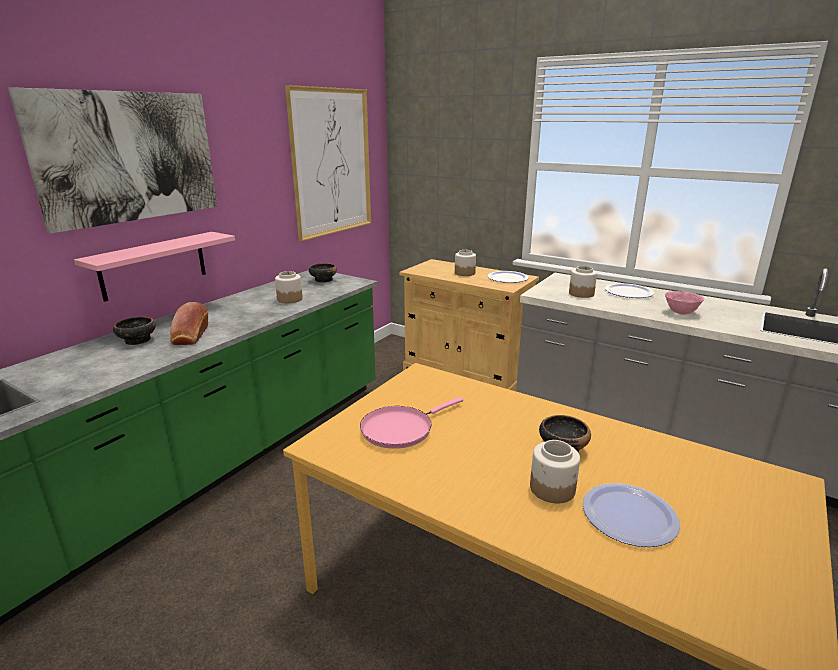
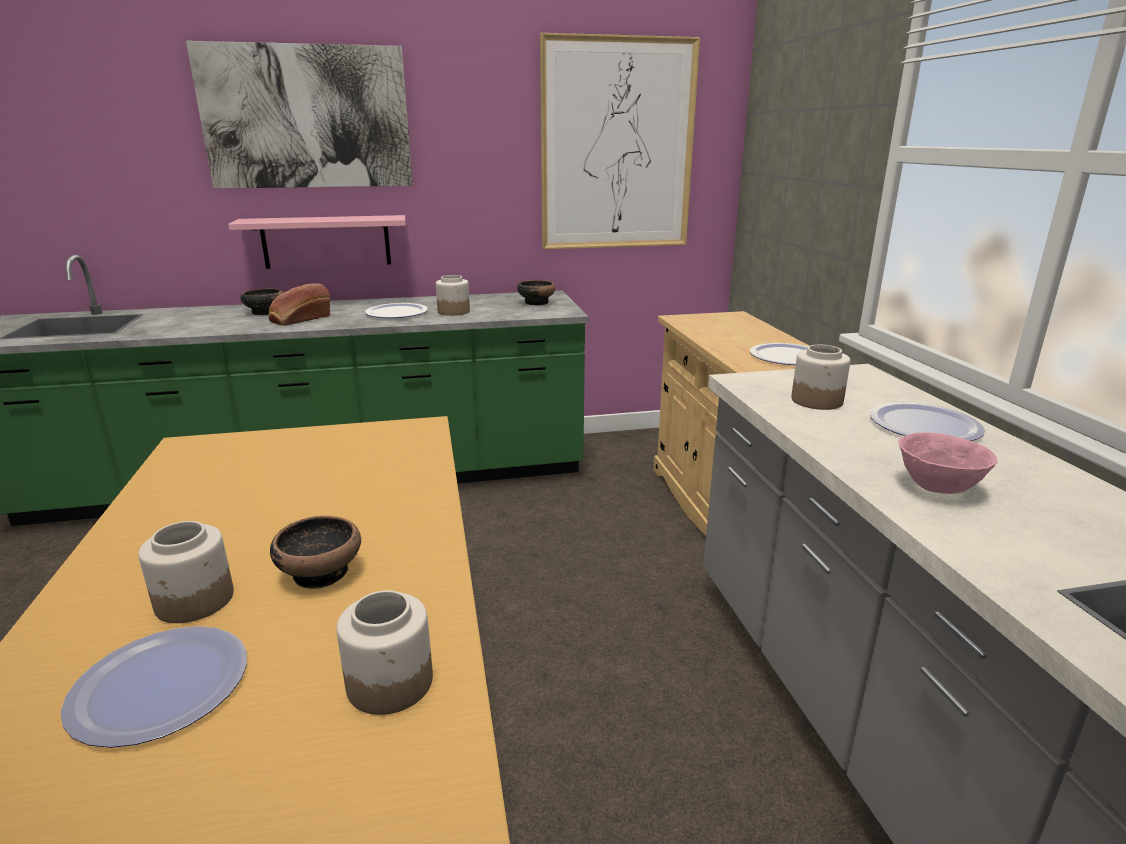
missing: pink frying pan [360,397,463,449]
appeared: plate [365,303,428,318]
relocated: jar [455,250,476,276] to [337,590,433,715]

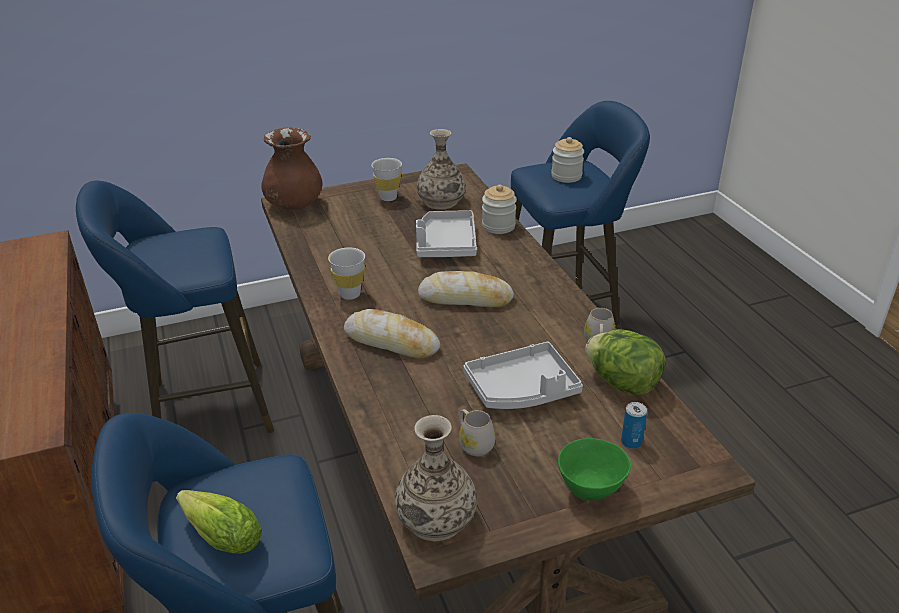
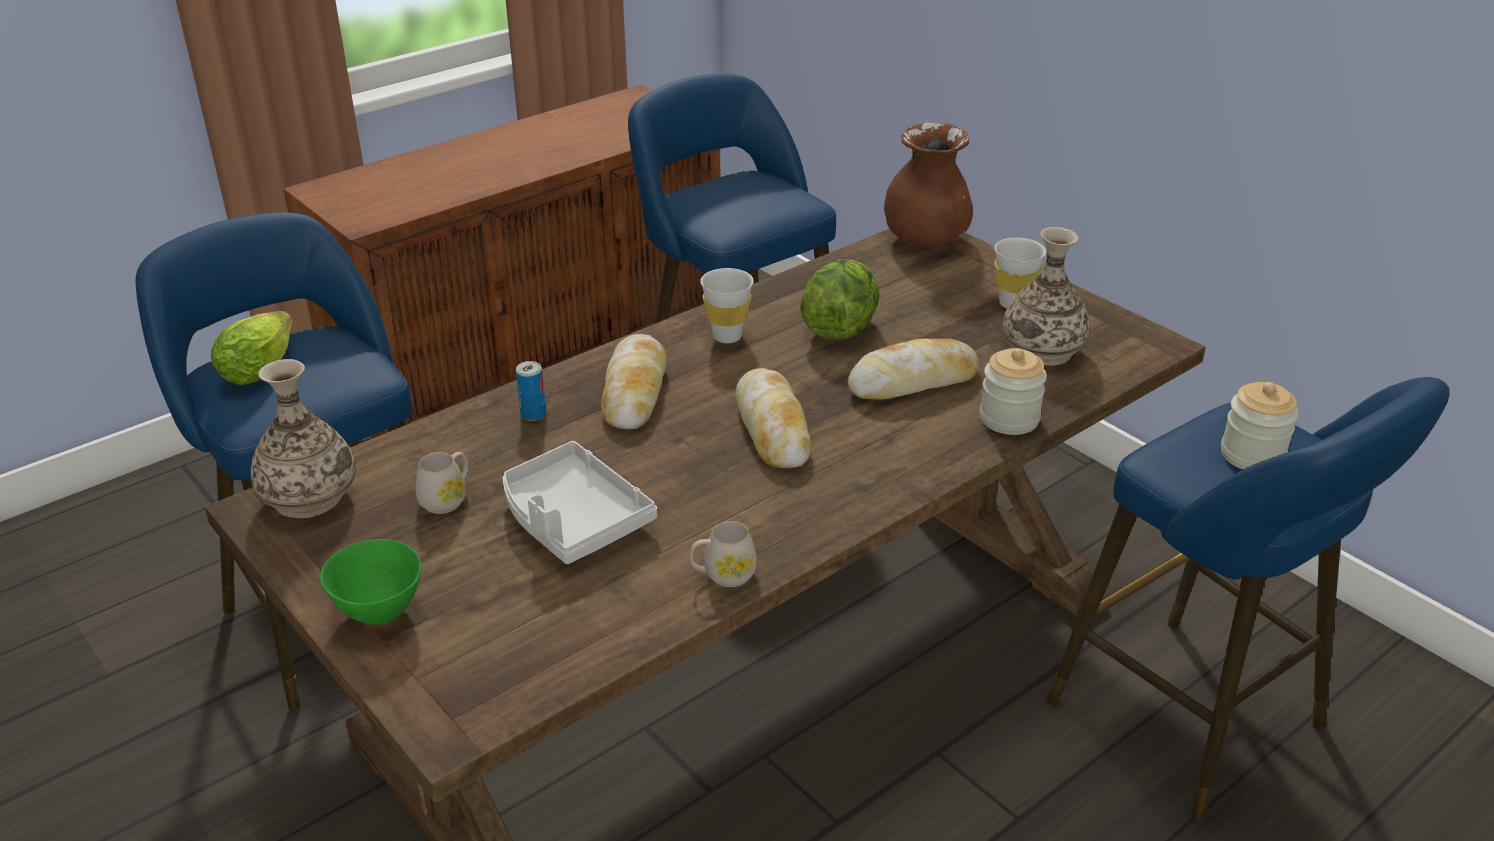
relocated: lettuce [585,329,665,395] to [800,259,880,340]; can [621,402,647,449] to [516,361,546,421]
exchanged: grey tray [416,210,477,257] to bread [848,339,978,400]

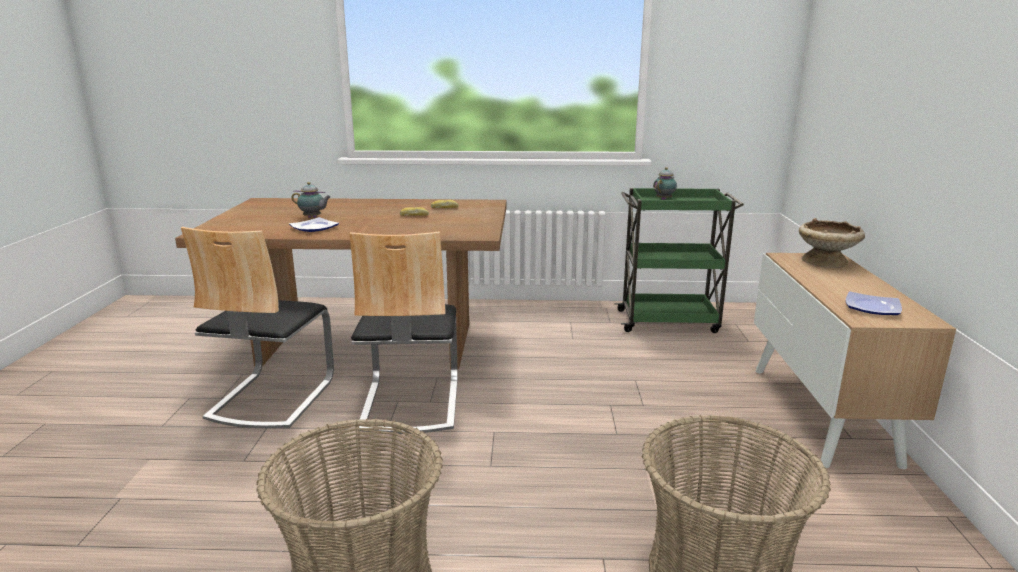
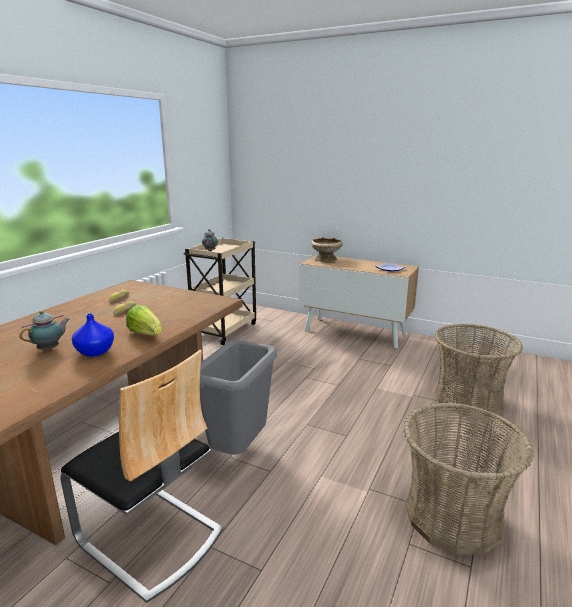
appeared: lettuce [126,305,162,336]
exchanged: plate [289,217,339,232] to blue vase [72,313,114,357]; chair [350,231,458,434] to grey trash can [200,340,277,455]
colour: green cart [614,188,744,333] to beige cart [184,238,256,345]

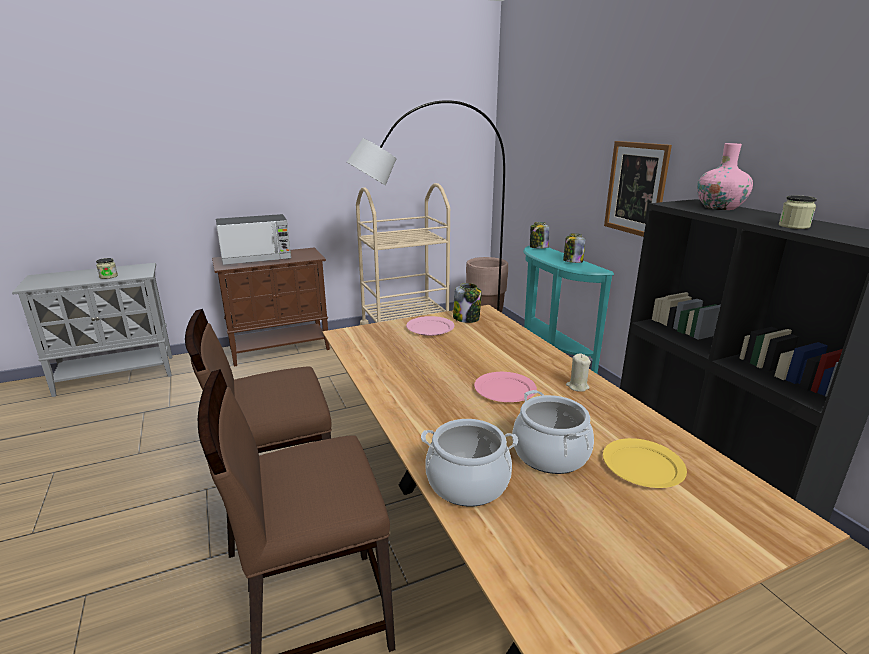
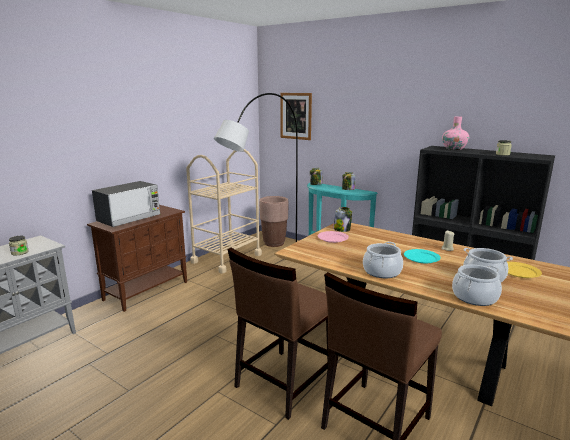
appeared: cooking pot [363,242,403,278]
relocated: picture [604,141,672,237] to [280,93,312,140]
colour: pink plate [474,372,537,402] to turquoise plate [404,249,441,263]

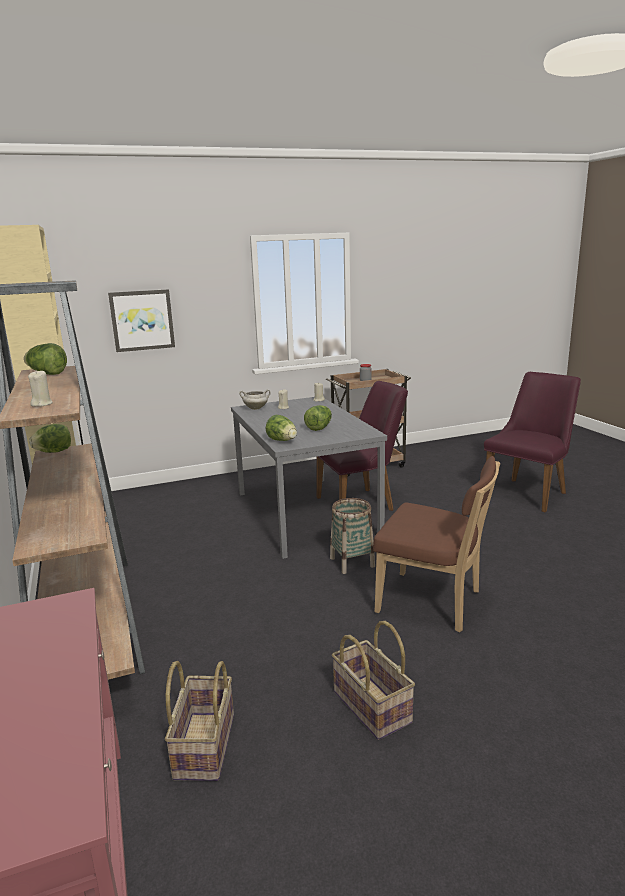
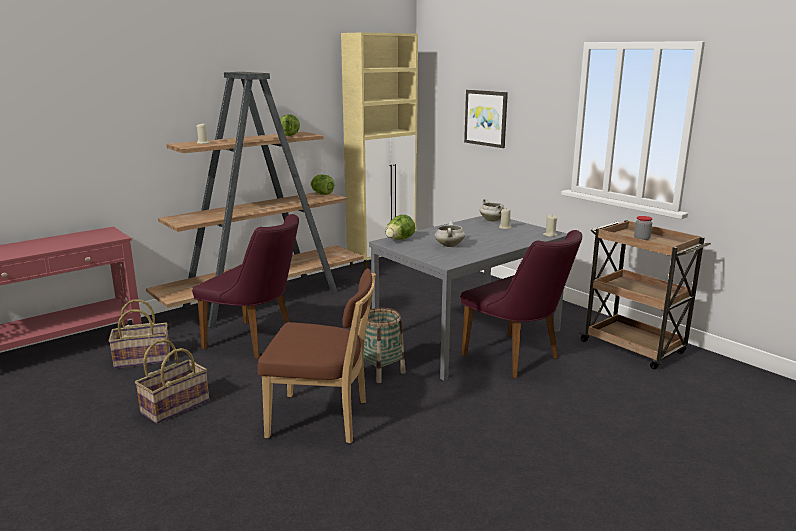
relocated: purple chair [484,372,581,512] to [192,214,299,359]
exchanged: lettuce [304,405,332,431] to white cooking pot [434,221,465,247]
spun: brown chair [373,456,500,632] = [258,268,376,443] 90 degrees counterclockwise

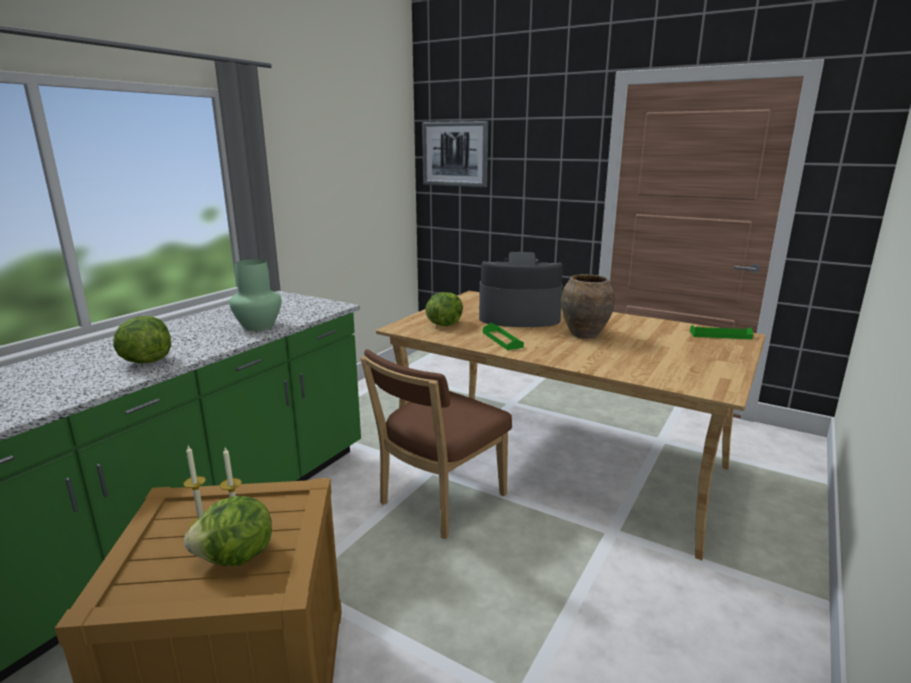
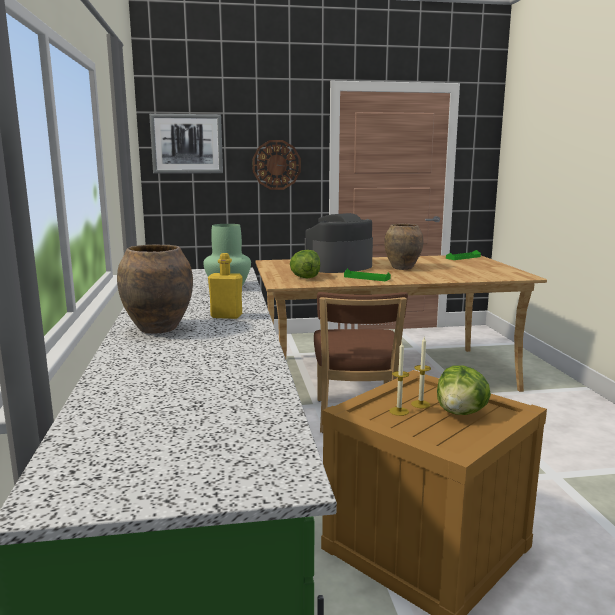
appeared: brown vase [117,244,193,334]; wall clock [252,140,301,190]
exchanged: lettuce [113,316,171,364] to yellow bottle [208,253,243,319]

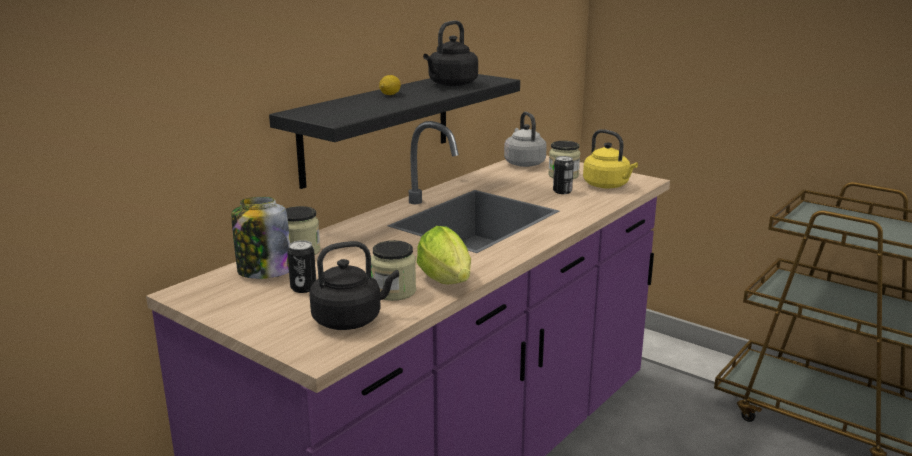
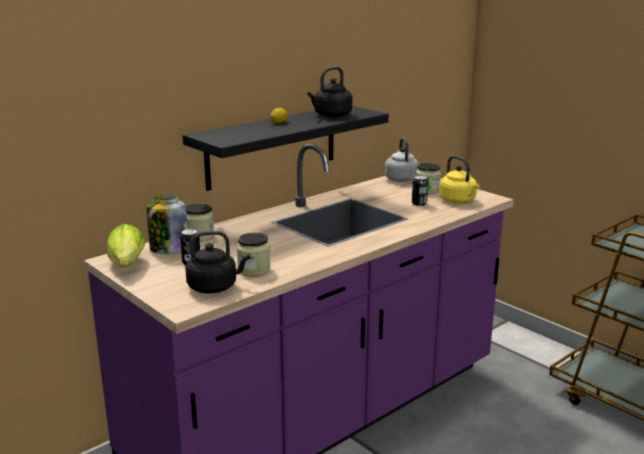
relocated: lettuce [417,226,471,284] to [107,224,145,267]

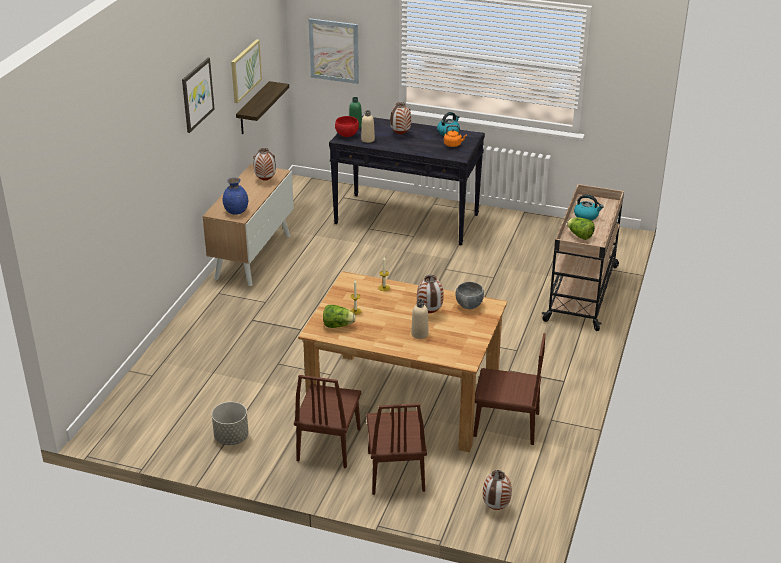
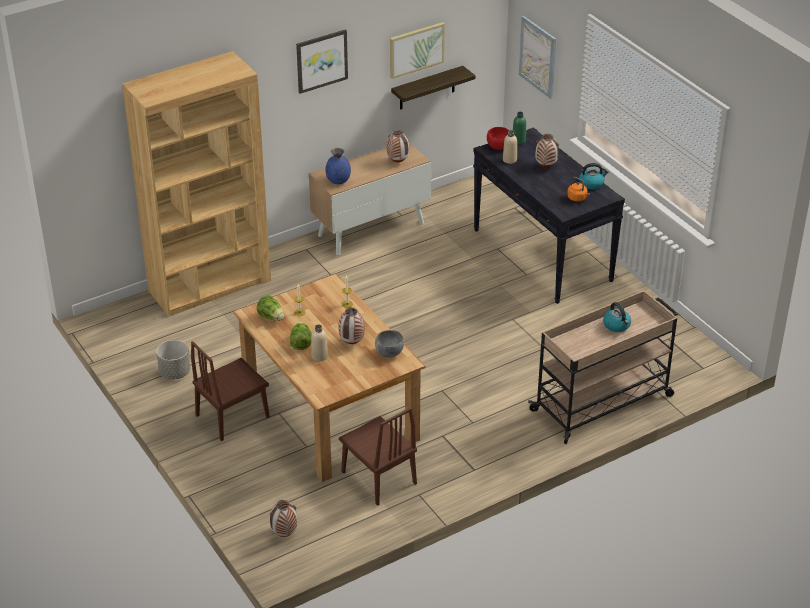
missing: brown chair [366,403,427,495]
appeared: brown bookcase [122,51,271,316]
relocated: lettuce [567,217,595,240] to [290,322,312,350]

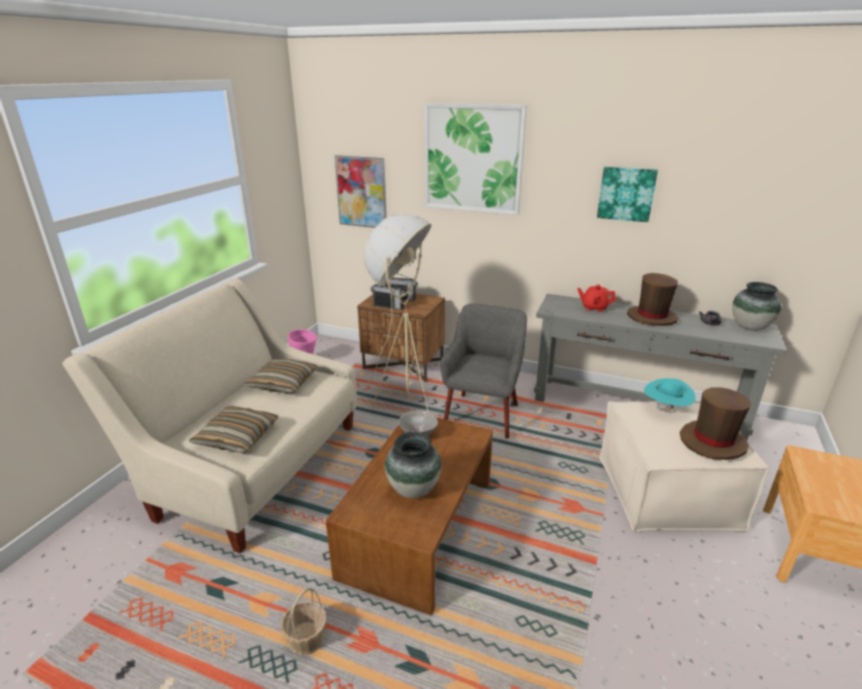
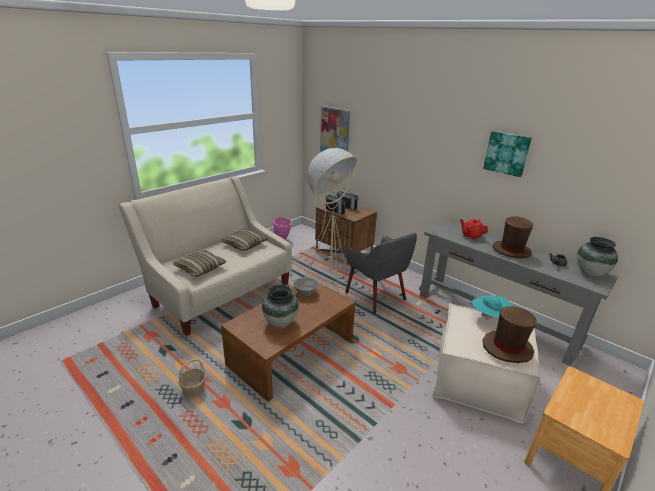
missing: picture [424,103,527,215]
spun: grey armchair [440,304,527,439] = [345,233,417,313] 105 degrees clockwise

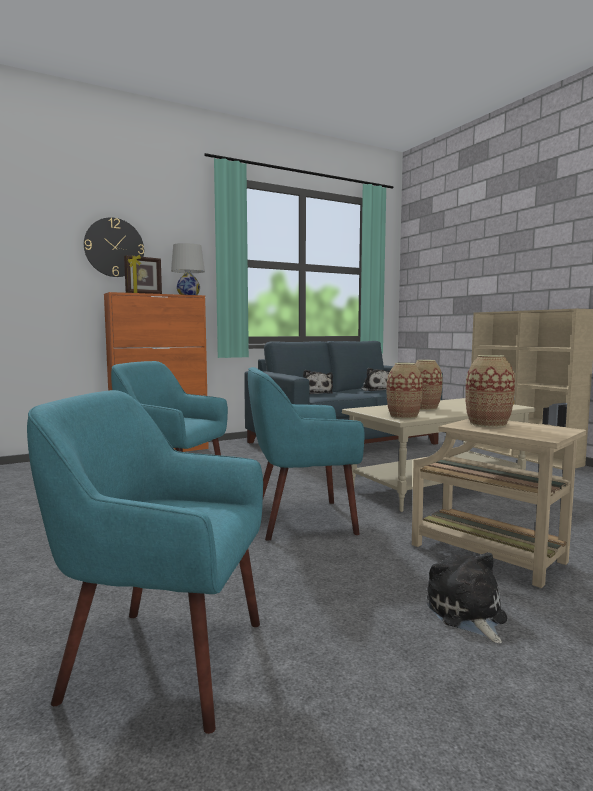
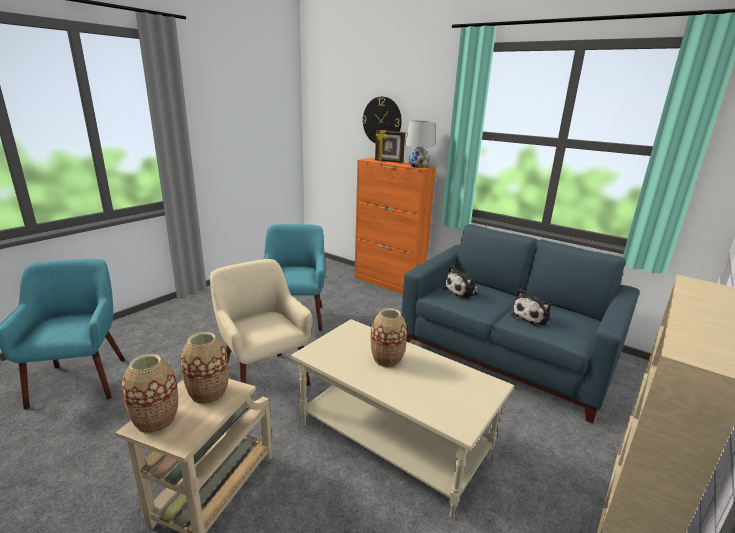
missing: plush toy [427,552,507,644]
relocated: vase [387,363,423,419] to [122,354,178,434]
colour: turquoise armchair [248,367,365,541] to beige armchair [210,259,312,386]

